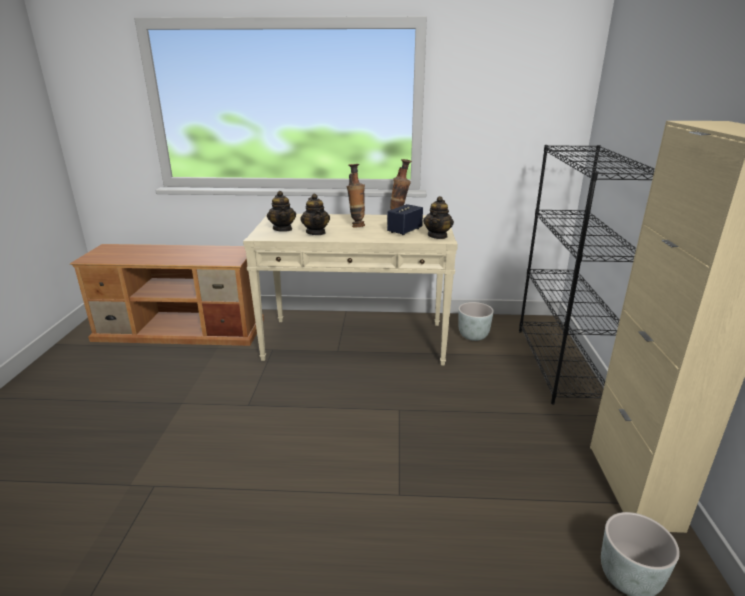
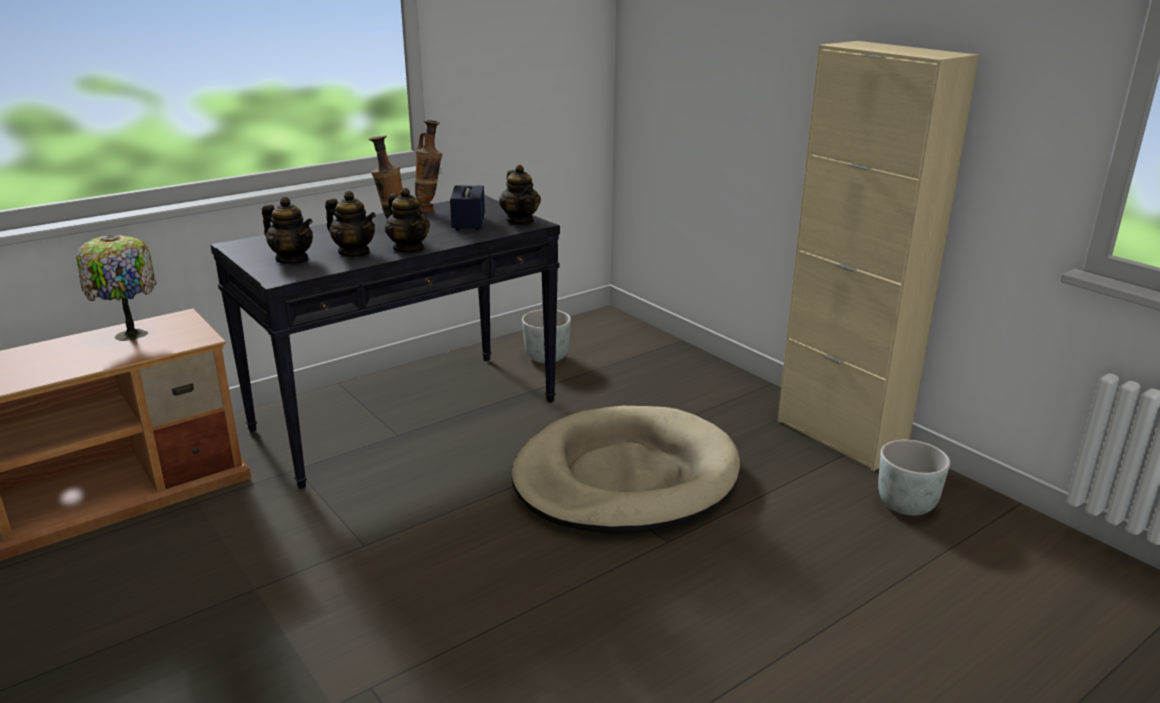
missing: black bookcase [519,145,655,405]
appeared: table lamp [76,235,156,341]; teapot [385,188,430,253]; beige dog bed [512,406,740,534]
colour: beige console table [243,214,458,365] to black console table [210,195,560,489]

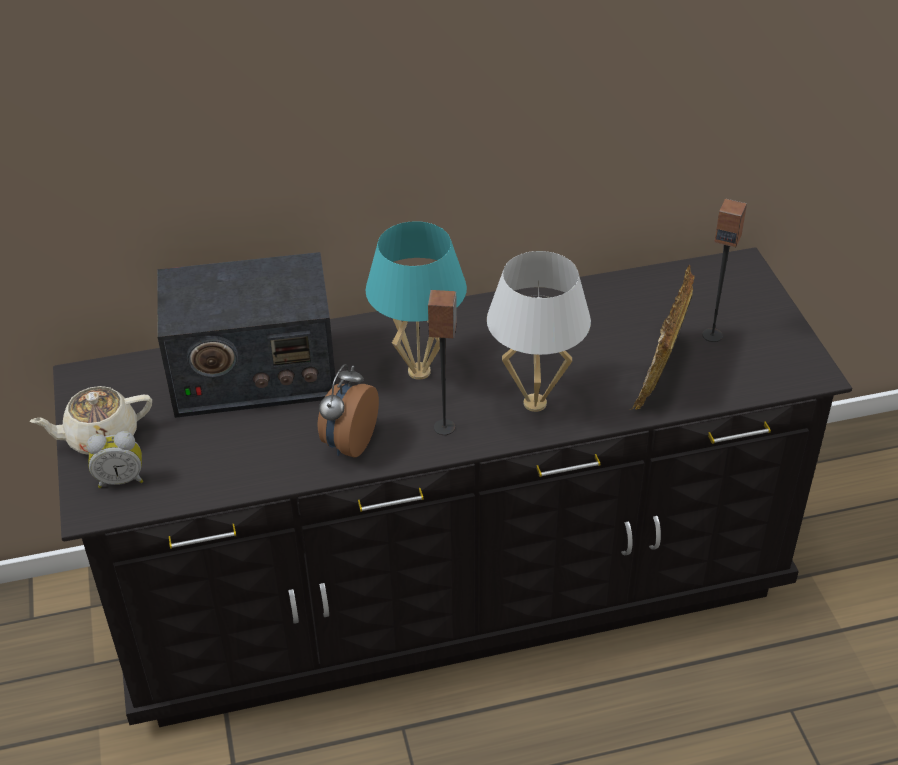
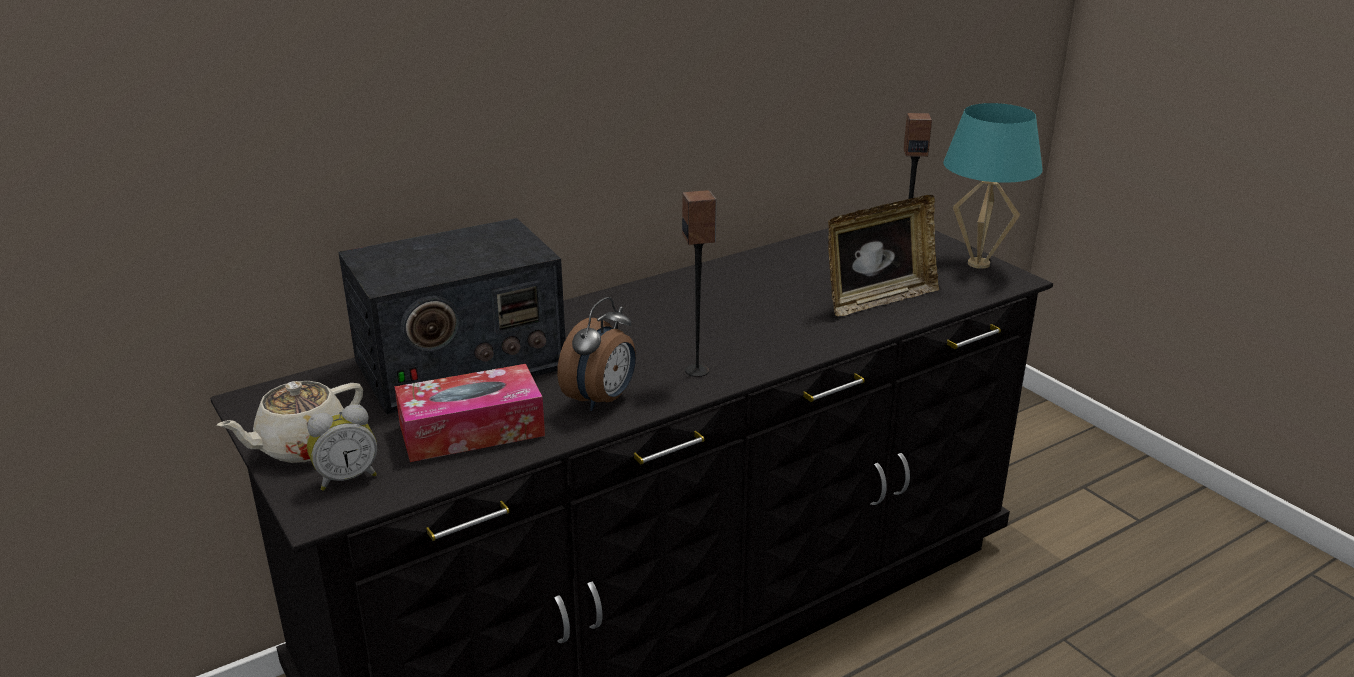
missing: white table lamp [487,251,591,412]
appeared: tissue box [394,364,545,462]
relocated: turquoise table lamp [366,221,467,380] to [943,103,1043,269]
spun: alarm clock [318,364,379,458] = [557,297,636,411] 150 degrees counterclockwise; picture frame [630,265,695,410] = [828,195,939,316] 120 degrees counterclockwise

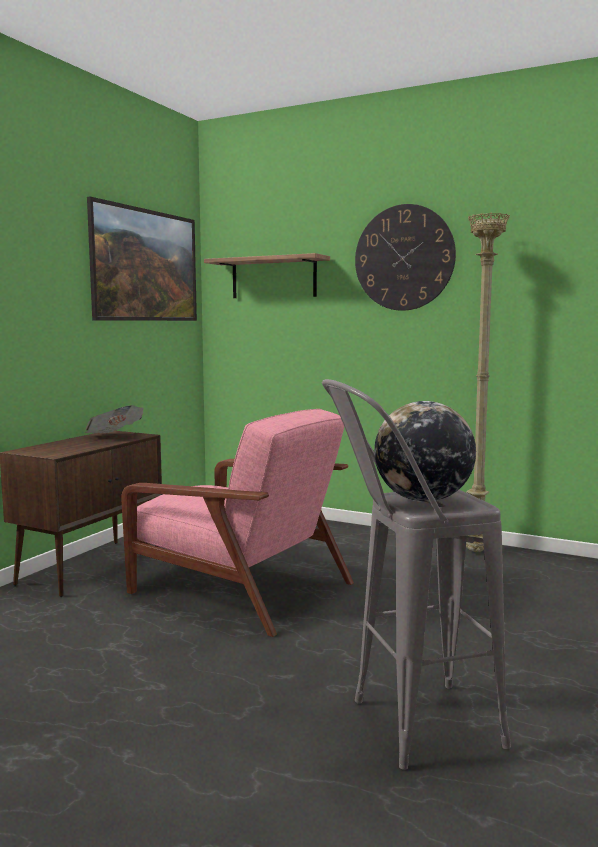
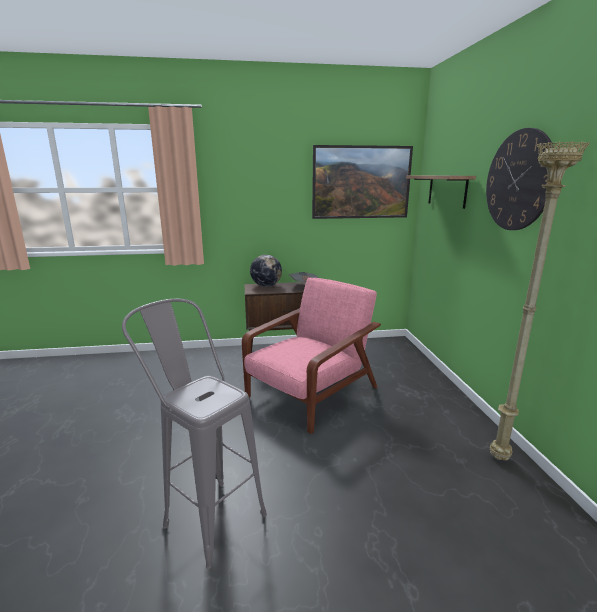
relocated: globe [374,401,476,502] to [250,255,282,287]
spun: pink armchair [121,409,354,637] = [242,278,381,434] 135 degrees counterclockwise

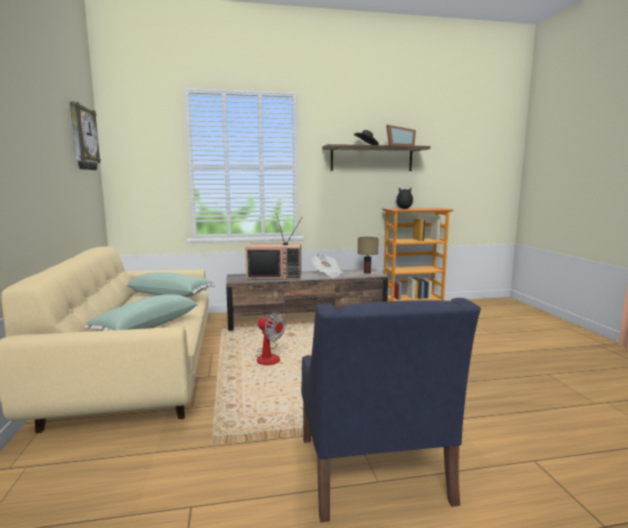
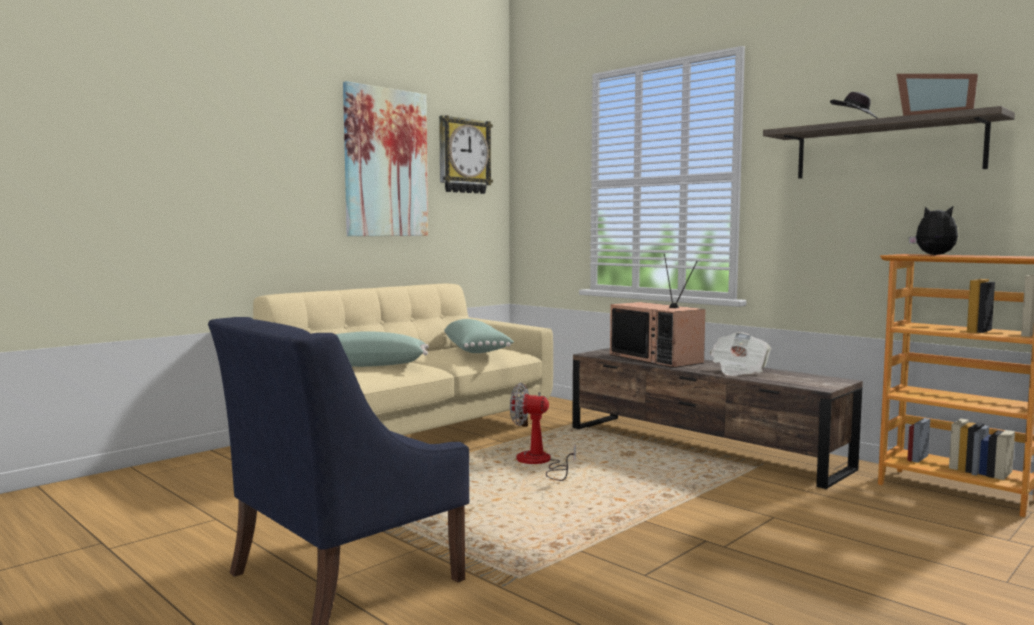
missing: table lamp [358,237,379,274]
appeared: picture [343,81,428,236]
spun: fan [255,312,286,365] = [510,383,576,481] 105 degrees clockwise

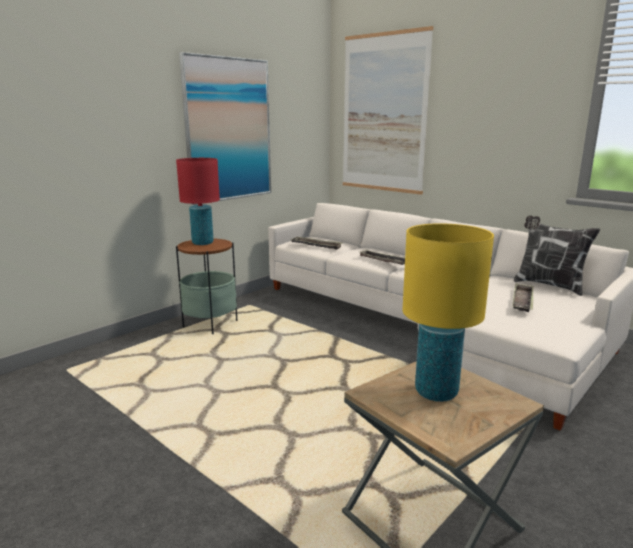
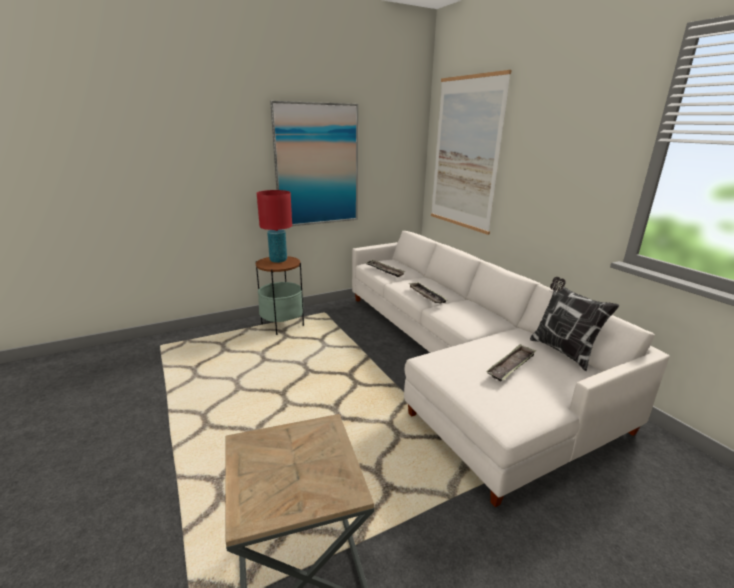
missing: yellow table lamp [403,223,494,402]

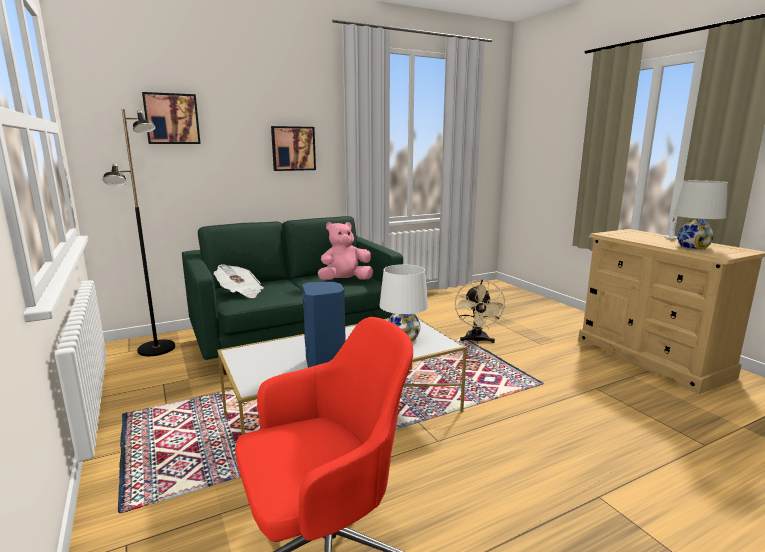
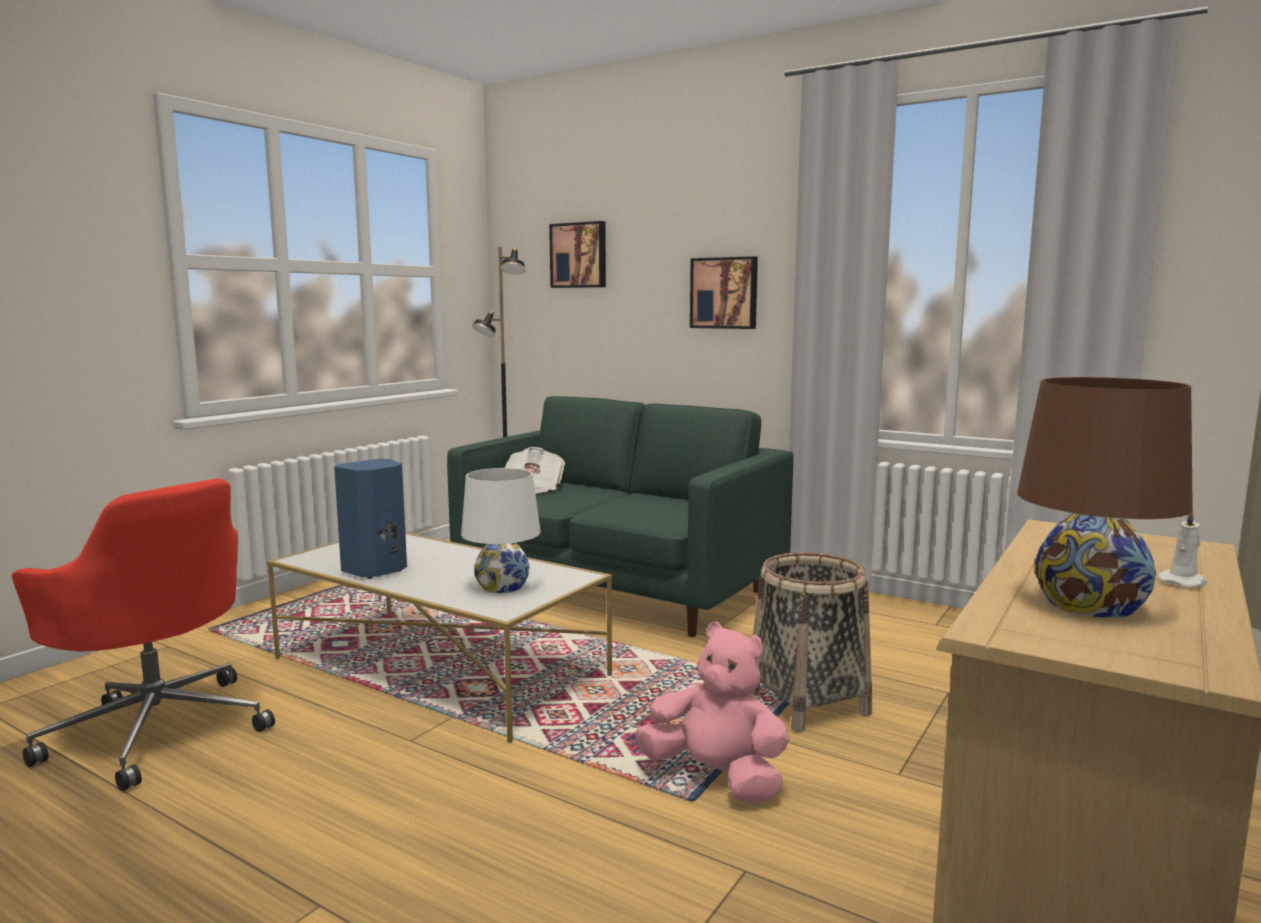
relocated: pink plush toy [318,222,373,280] to [635,622,789,803]
exchanged: beige fan [455,280,506,343] to basket [752,552,872,732]
colour: white table lamp [673,180,728,249] to brown table lamp [1017,377,1193,618]

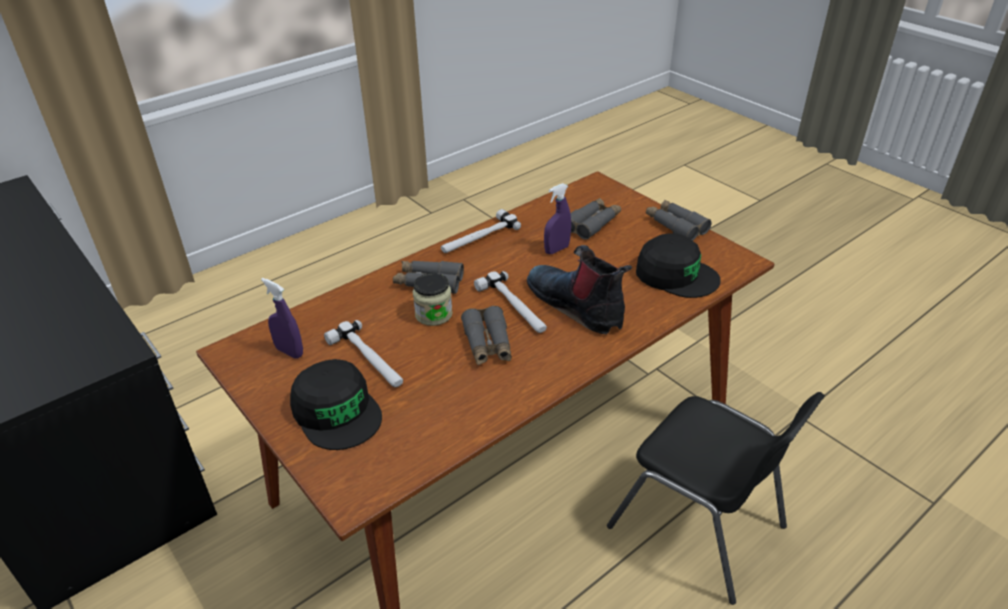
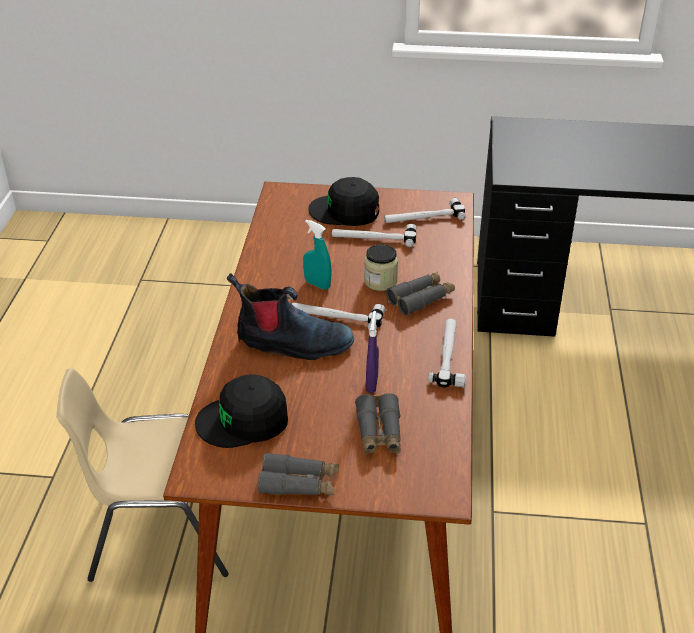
exchanged: purple spray bottle [261,278,303,358] to hammer [384,198,466,223]; grey binoculars [461,306,512,365] to turquoise spray bottle [303,219,332,290]
colour: black chair [607,392,825,605] to beige chair [56,368,229,582]

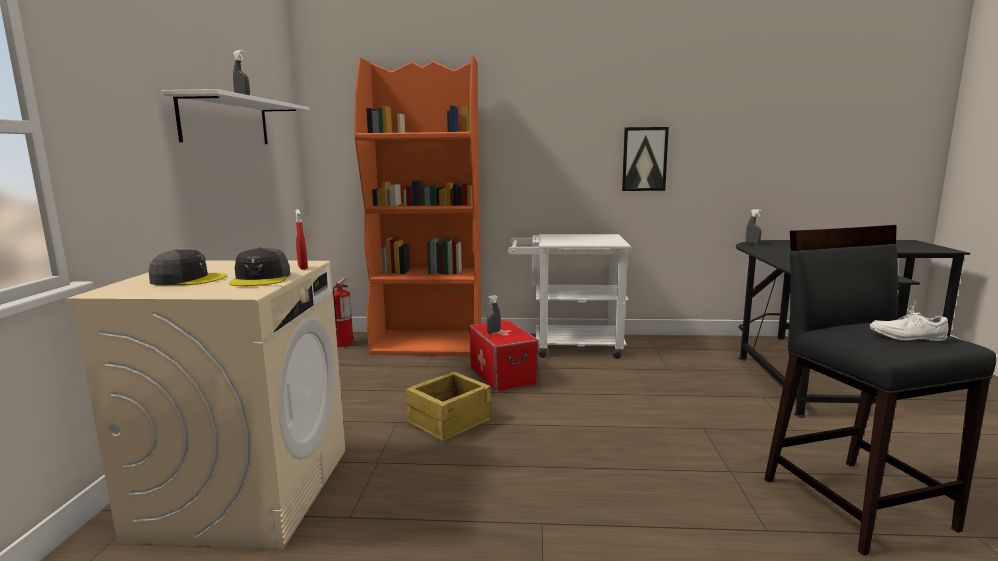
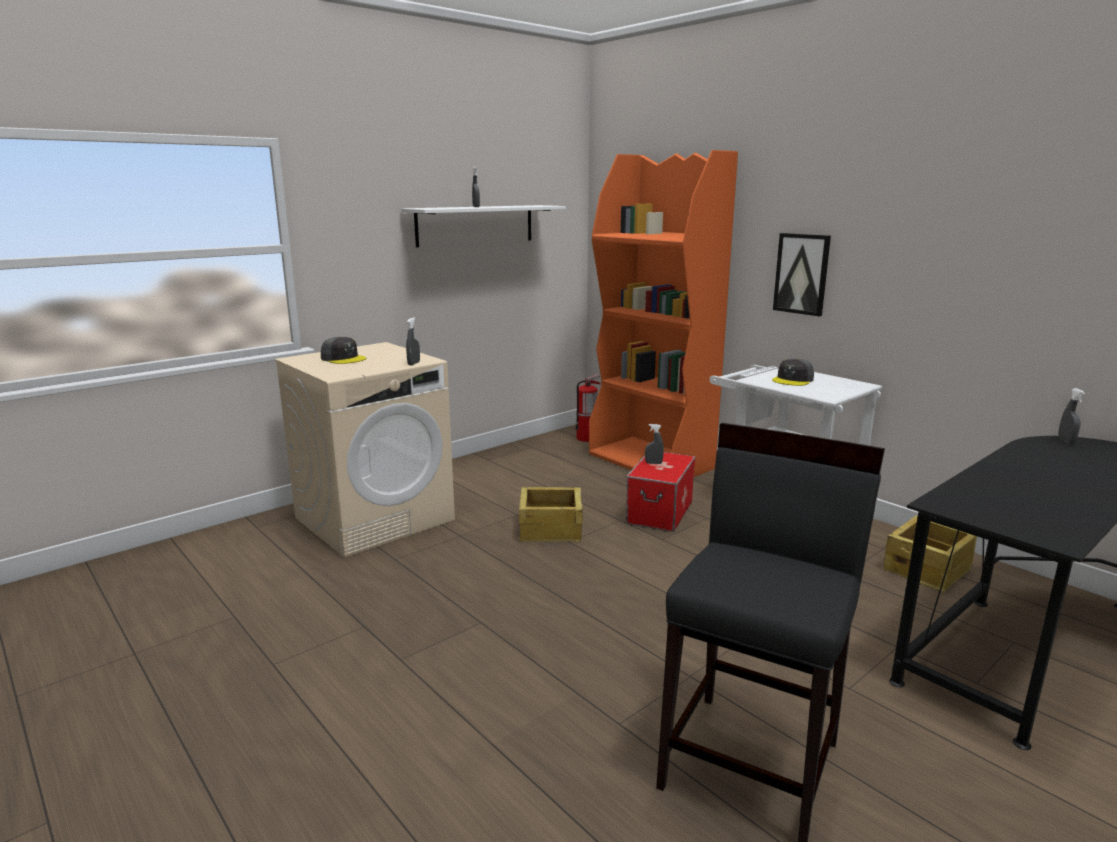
missing: white shoe [870,300,948,341]
appeared: crate [883,515,977,593]
relocated: grey cap [229,247,290,286] to [772,358,814,386]; picture [622,127,669,191] to [773,233,831,316]
colour: red spray bottle [295,209,308,270] to grey spray bottle [406,317,420,365]

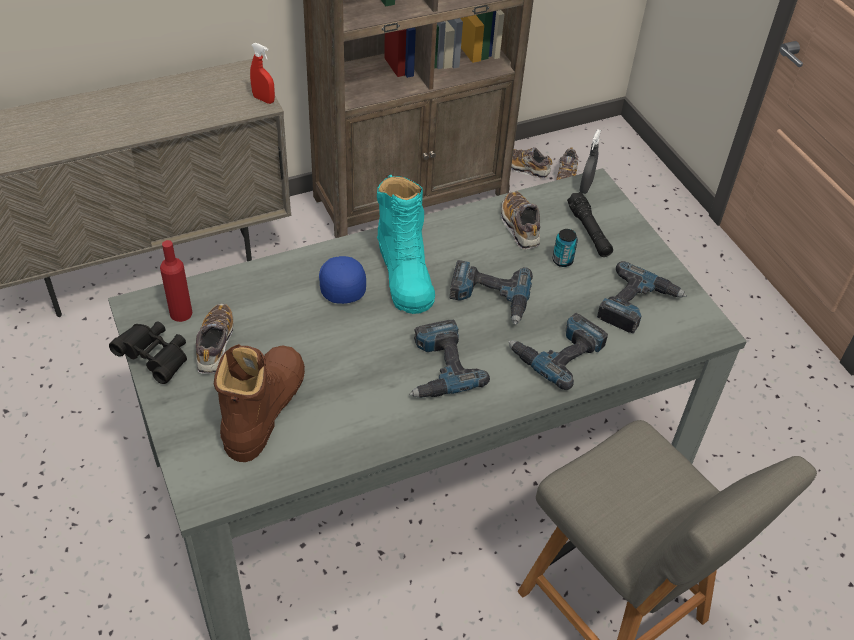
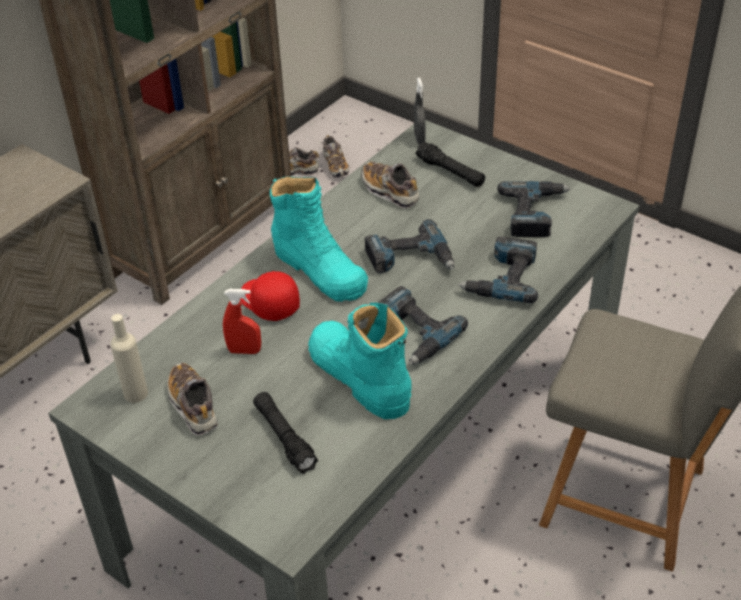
missing: black binoculars [109,321,187,384]; can [552,229,578,267]
appeared: turquoise boot [308,303,411,419]
relocated: red spray bottle [250,43,275,104] to [223,289,261,354]
exchanged: brown boot [214,344,305,462] to black flashlight [253,392,318,474]
colour: red bottle [160,240,192,322] to beige bottle [110,314,148,403]; blue cap [319,256,366,304] to red cap [240,271,300,321]

